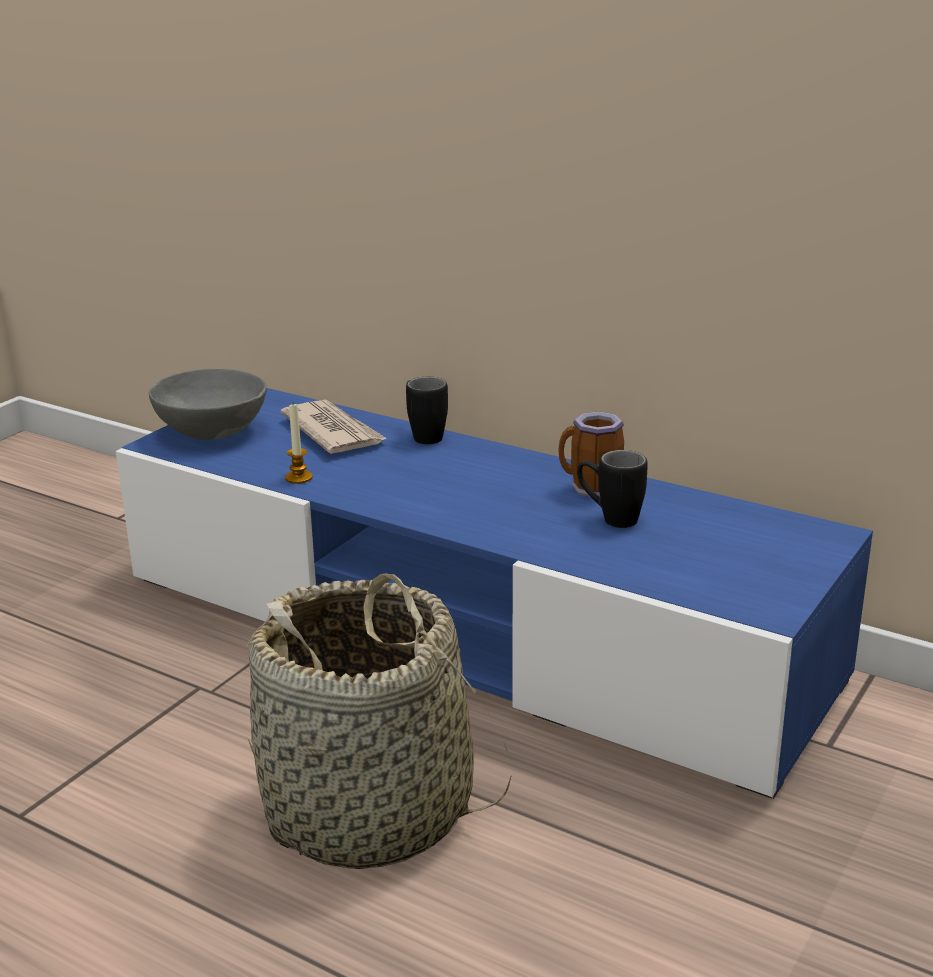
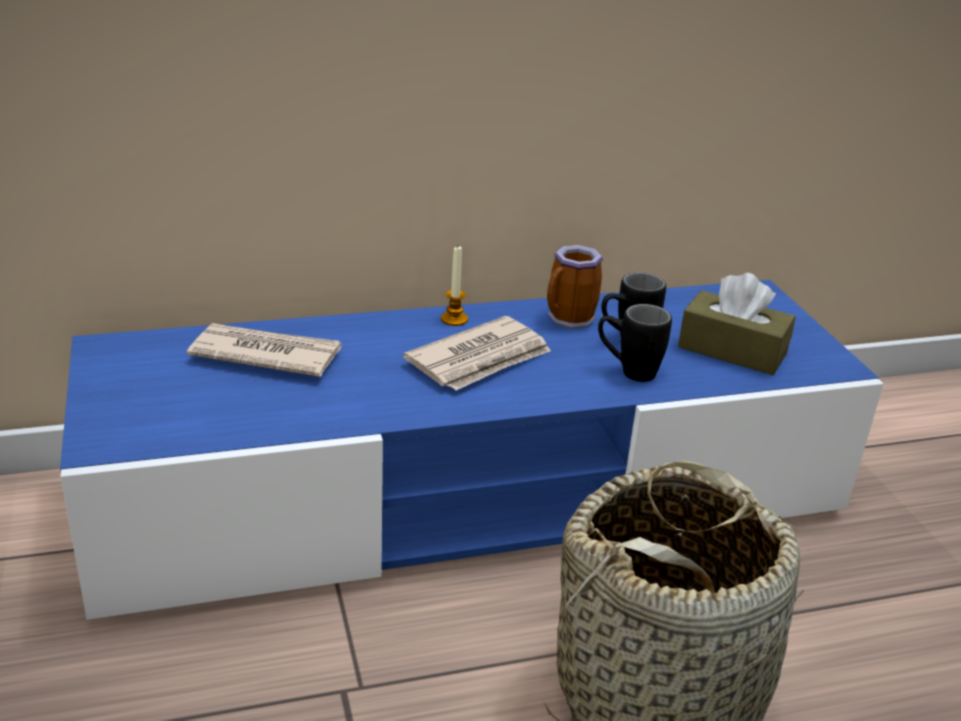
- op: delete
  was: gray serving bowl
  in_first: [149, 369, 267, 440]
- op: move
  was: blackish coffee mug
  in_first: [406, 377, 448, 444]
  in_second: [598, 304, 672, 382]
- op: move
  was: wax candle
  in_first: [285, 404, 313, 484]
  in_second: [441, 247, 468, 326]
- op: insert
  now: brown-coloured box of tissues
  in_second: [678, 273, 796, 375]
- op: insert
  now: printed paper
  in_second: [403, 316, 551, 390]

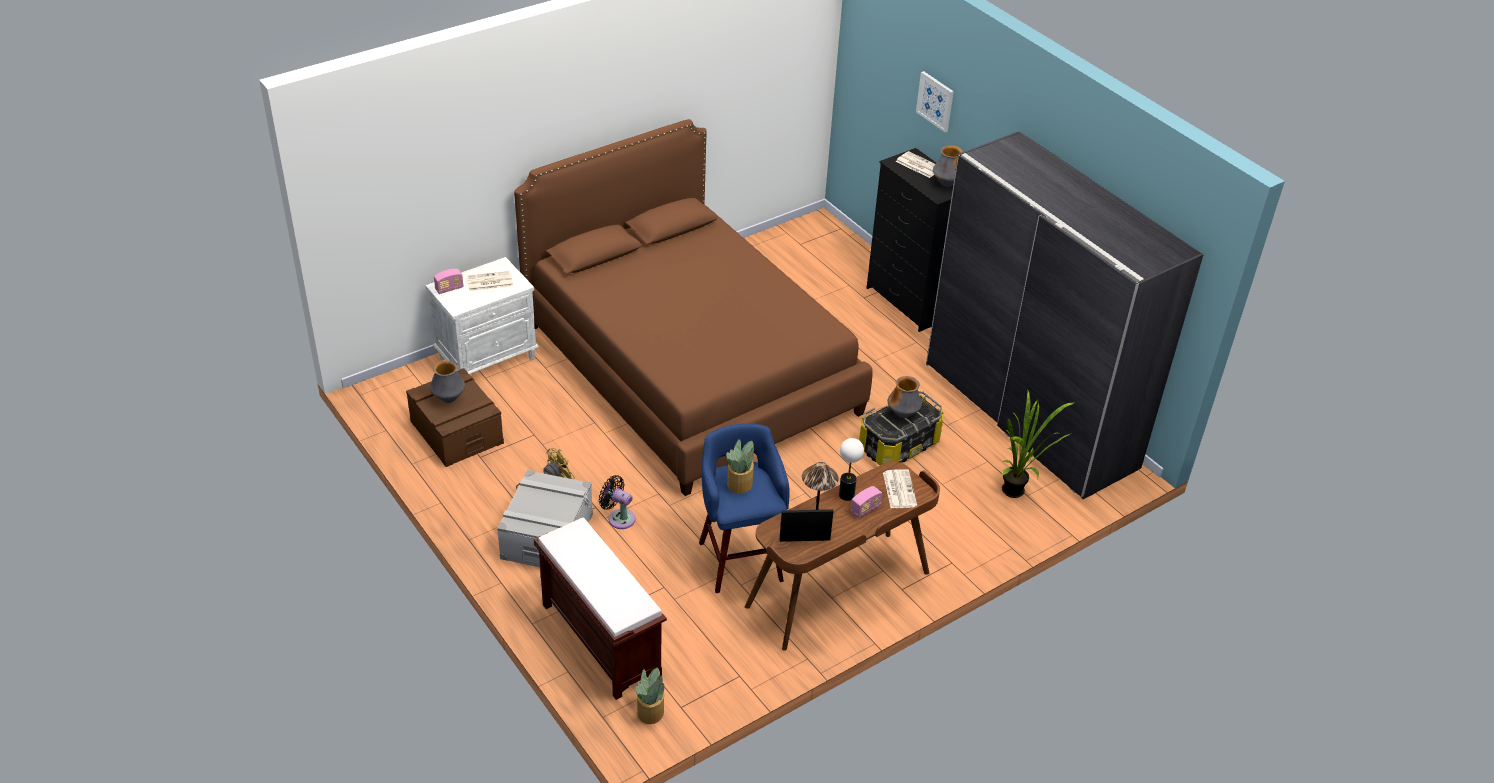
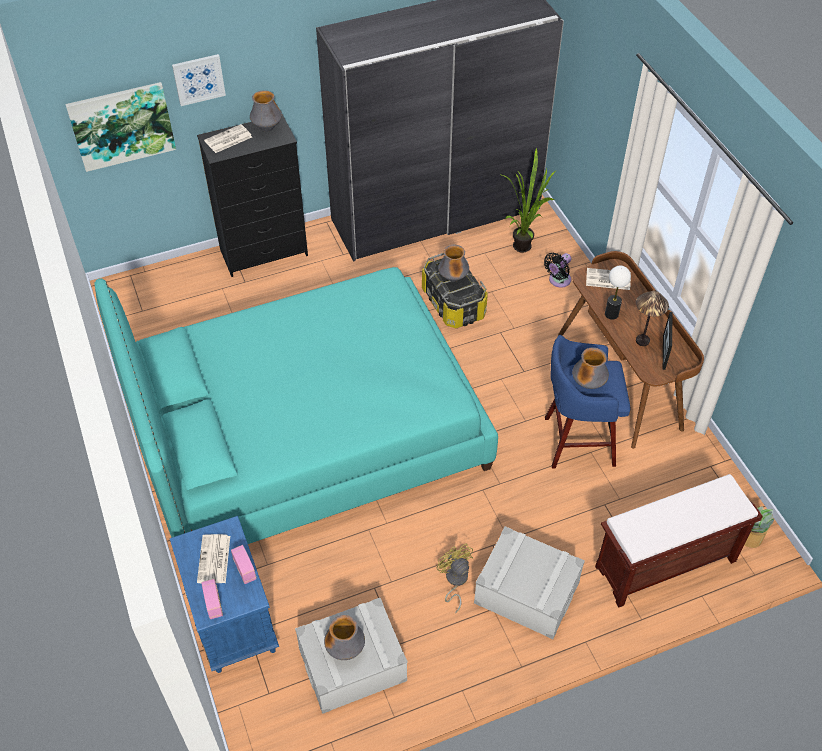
- op: recolor
  was: brown-coloured sleeping bed
  now: blue-green sleeping bed
  in_first: [514, 119, 873, 496]
  in_second: [94, 267, 498, 544]
- op: recolor
  was: white-coloured night table
  now: bluish night table
  in_first: [426, 257, 539, 374]
  in_second: [170, 516, 279, 673]
- op: recolor
  was: brown-coloured storage container
  now: gray storage container
  in_first: [406, 368, 504, 467]
  in_second: [295, 598, 407, 714]
- op: replace
  was: plant in a pot
  now: decorative vase
  in_first: [726, 440, 754, 494]
  in_second: [572, 347, 609, 389]
- op: move
  was: blackish cooling fan
  in_first: [599, 475, 636, 529]
  in_second: [544, 252, 571, 287]
- op: move
  was: radio
  in_first: [851, 486, 882, 519]
  in_second: [231, 545, 256, 584]
- op: insert
  now: wall picture
  in_second: [65, 82, 176, 172]

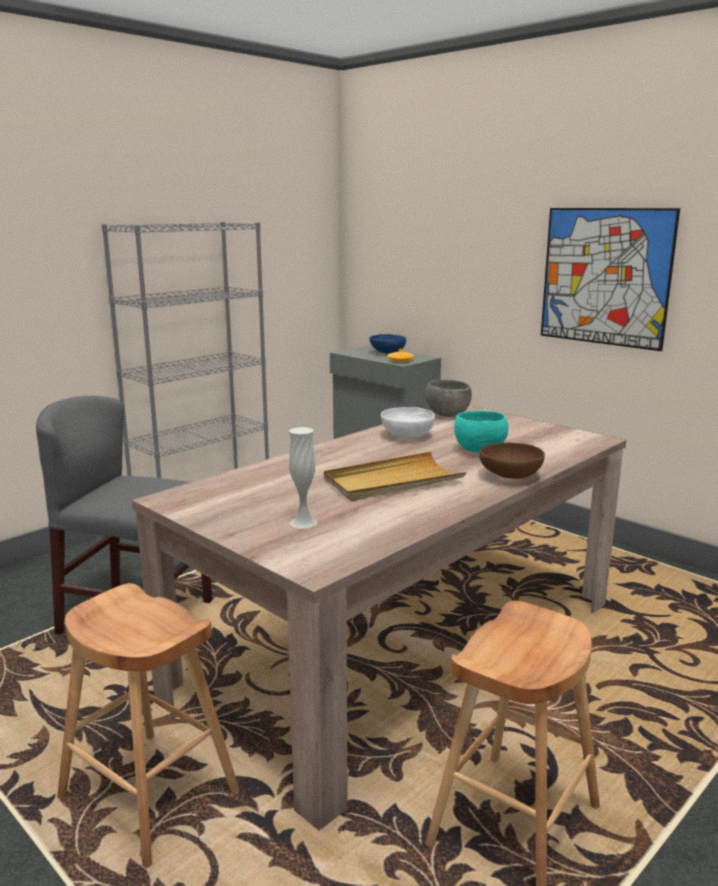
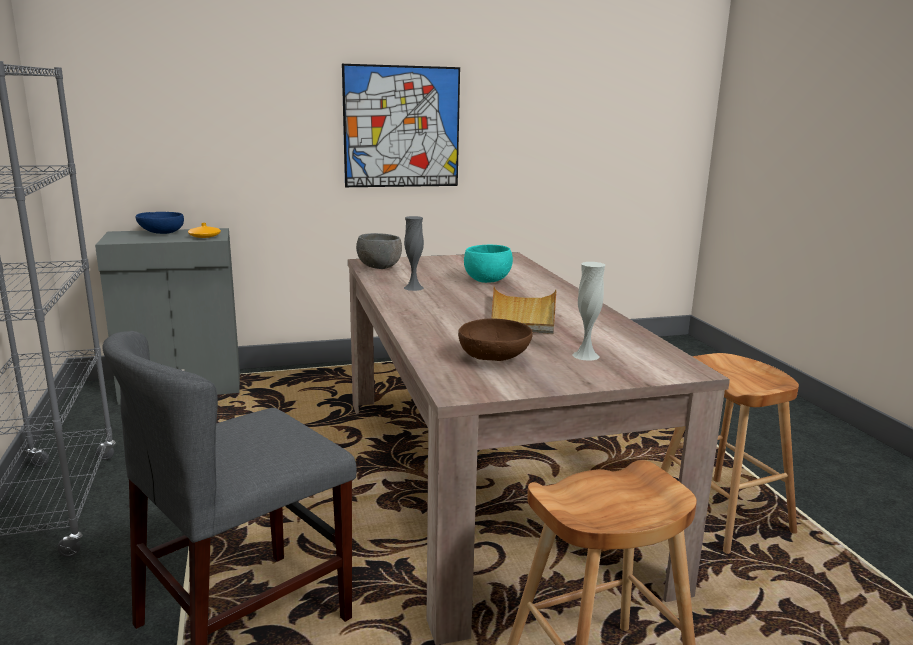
- op: replace
  was: white-coloured serving bowl
  now: gray decorative vase
  in_first: [381, 407, 435, 439]
  in_second: [404, 216, 424, 291]
- op: move
  was: brown-coloured serving bowl
  in_first: [480, 443, 545, 479]
  in_second: [458, 318, 533, 361]

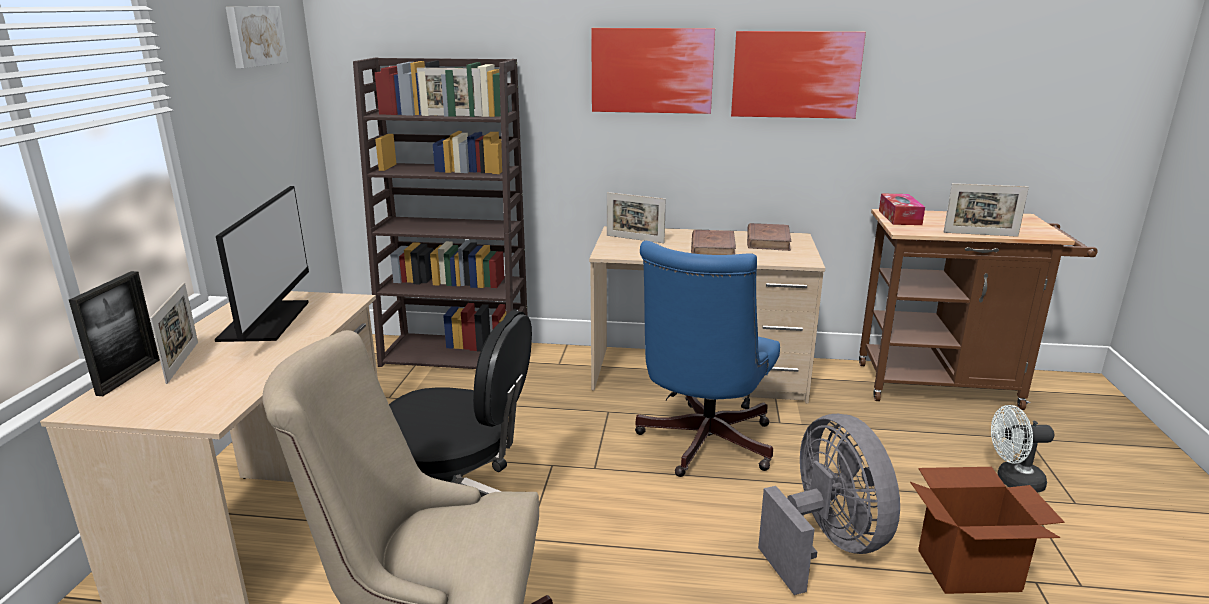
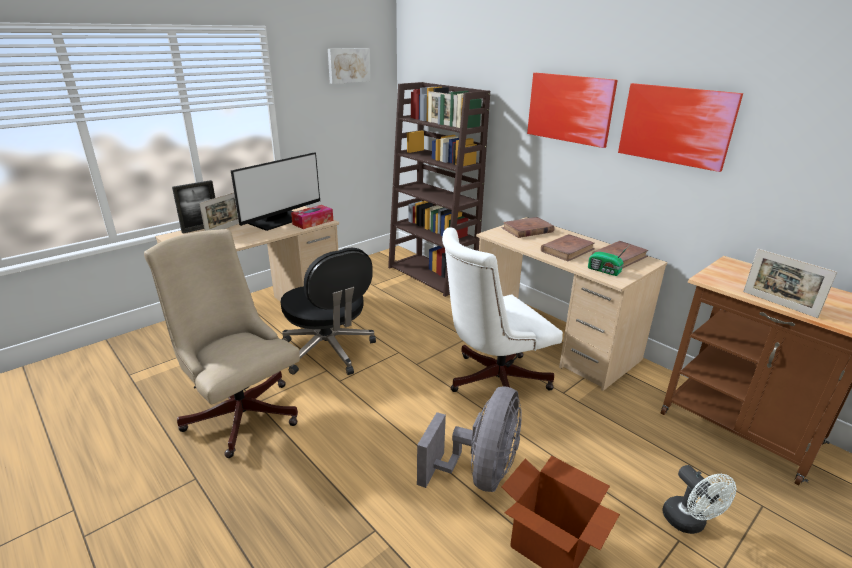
- op: replace
  was: photo frame
  now: brown-coloured bound book
  in_first: [607, 192, 666, 243]
  in_second: [502, 217, 555, 238]
- op: move
  was: box of tissues
  in_first: [879, 194, 925, 225]
  in_second: [291, 205, 333, 229]
- op: recolor
  was: bluish computer chair
  now: white-coloured computer chair
  in_first: [635, 241, 780, 477]
  in_second: [442, 227, 563, 392]
- op: rotate
  was: white-coloured cooling fan
  in_first: [991, 405, 1054, 493]
  in_second: [662, 465, 736, 534]
  clockwise: -150
- op: insert
  now: radio
  in_second: [588, 246, 629, 276]

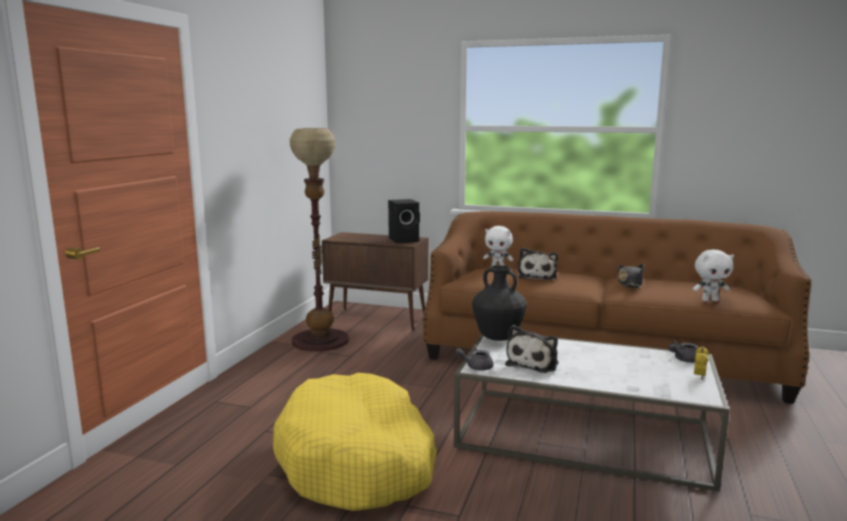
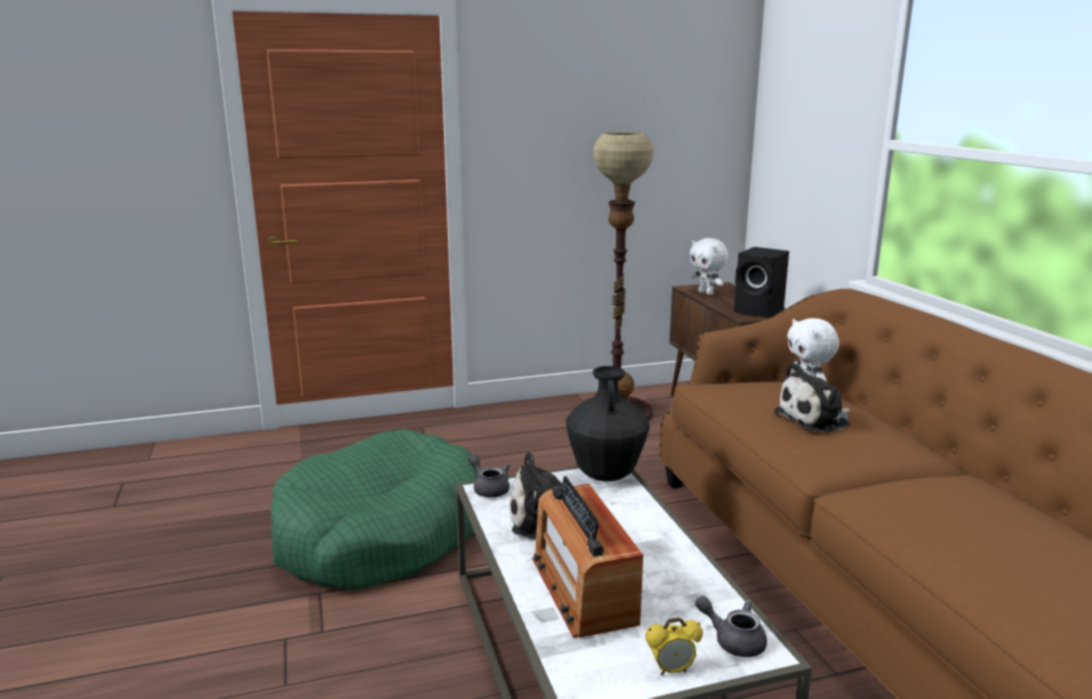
- op: move
  was: white-coloured soft toy
  in_first: [693, 249, 734, 301]
  in_second: [689, 238, 728, 295]
- op: delete
  was: blackish wearable hat
  in_first: [617, 264, 645, 288]
- op: recolor
  was: yellow pet bed
  now: greenish pet bed
  in_first: [273, 373, 437, 511]
  in_second: [271, 429, 477, 590]
- op: insert
  now: radio
  in_second: [532, 476, 643, 638]

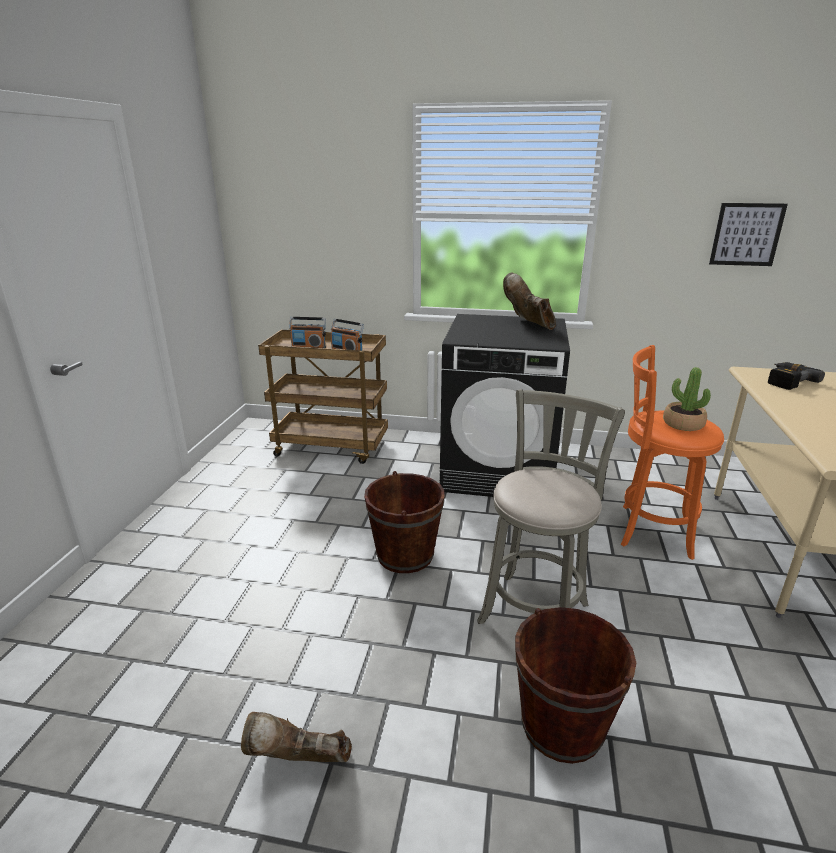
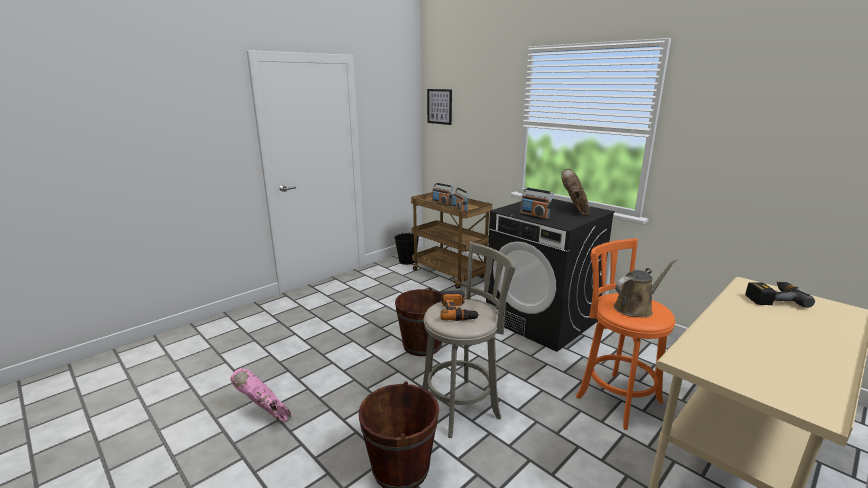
- op: move
  was: wall picture
  in_first: [709, 203, 788, 266]
  in_second: [427, 89, 452, 125]
- op: replace
  was: plant in a pot
  now: brown-coloured sprinkling can
  in_first: [663, 367, 711, 431]
  in_second: [614, 259, 678, 318]
- op: recolor
  was: brown-coloured boot
  now: pink-coloured boot
  in_first: [241, 712, 352, 762]
  in_second: [231, 368, 292, 422]
- op: insert
  now: radio
  in_second: [520, 187, 554, 220]
- op: insert
  now: blackish bucket
  in_second: [394, 232, 419, 265]
- op: insert
  now: power drill
  in_second: [440, 290, 480, 321]

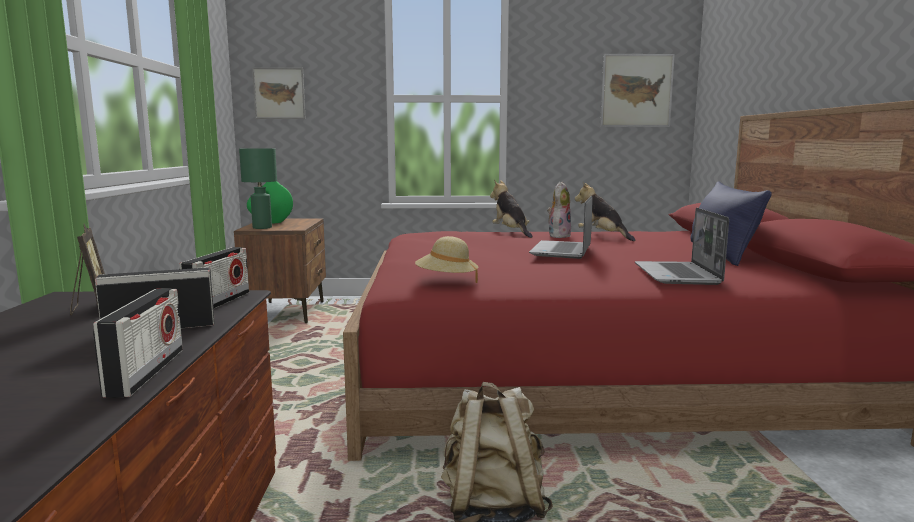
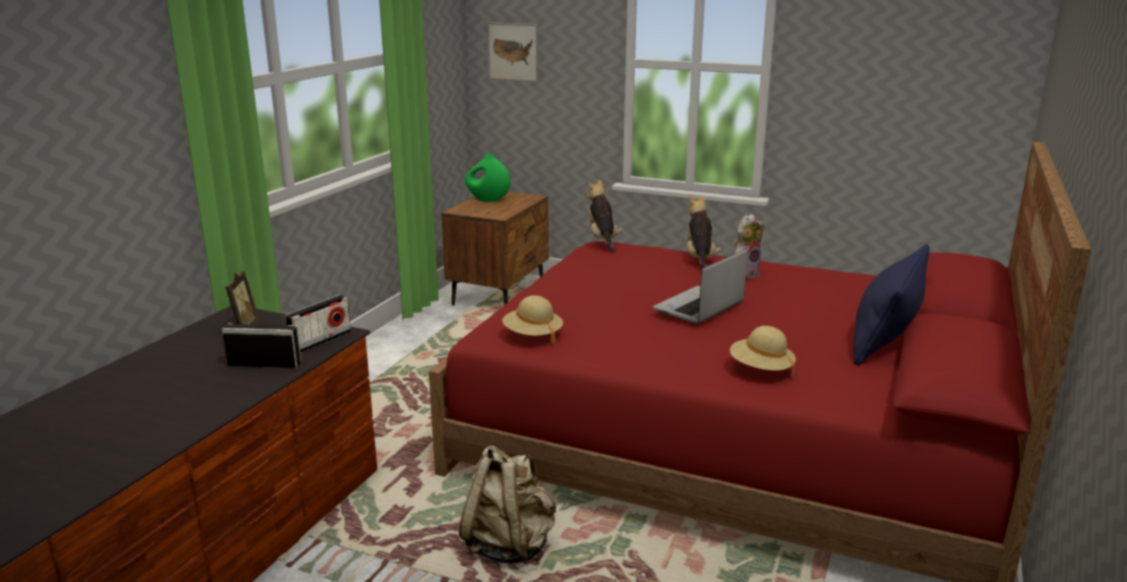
- op: delete
  was: wall picture
  in_first: [600, 54, 675, 127]
- op: delete
  was: greenish lamp for a table
  in_first: [239, 148, 277, 229]
- op: move
  was: soft toy
  in_first: [575, 183, 635, 241]
  in_second: [587, 180, 622, 253]
- op: replace
  was: notebook computer
  now: beige-coloured wearable hat
  in_first: [635, 208, 729, 285]
  in_second: [730, 326, 796, 378]
- op: delete
  was: radio
  in_first: [93, 288, 183, 398]

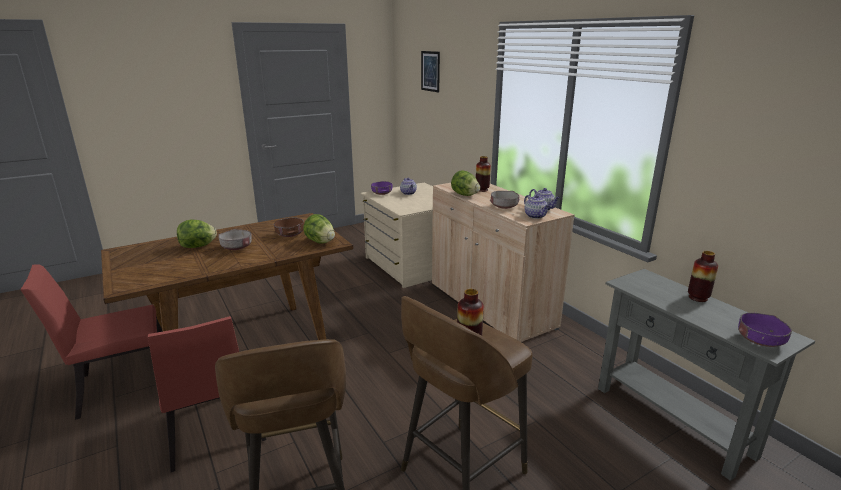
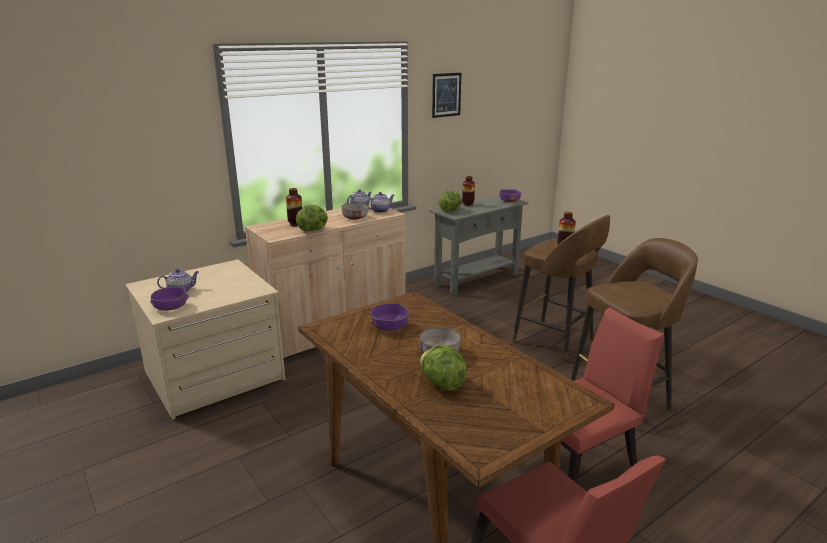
- op: move
  was: wall picture
  in_first: [421, 51, 440, 92]
  in_second: [432, 73, 461, 118]
- op: move
  was: head of lettuce
  in_first: [303, 214, 335, 243]
  in_second: [438, 191, 462, 212]
- op: recolor
  was: brown-coloured serving bowl
  now: purplish serving bowl
  in_first: [274, 218, 304, 237]
  in_second: [370, 303, 409, 331]

